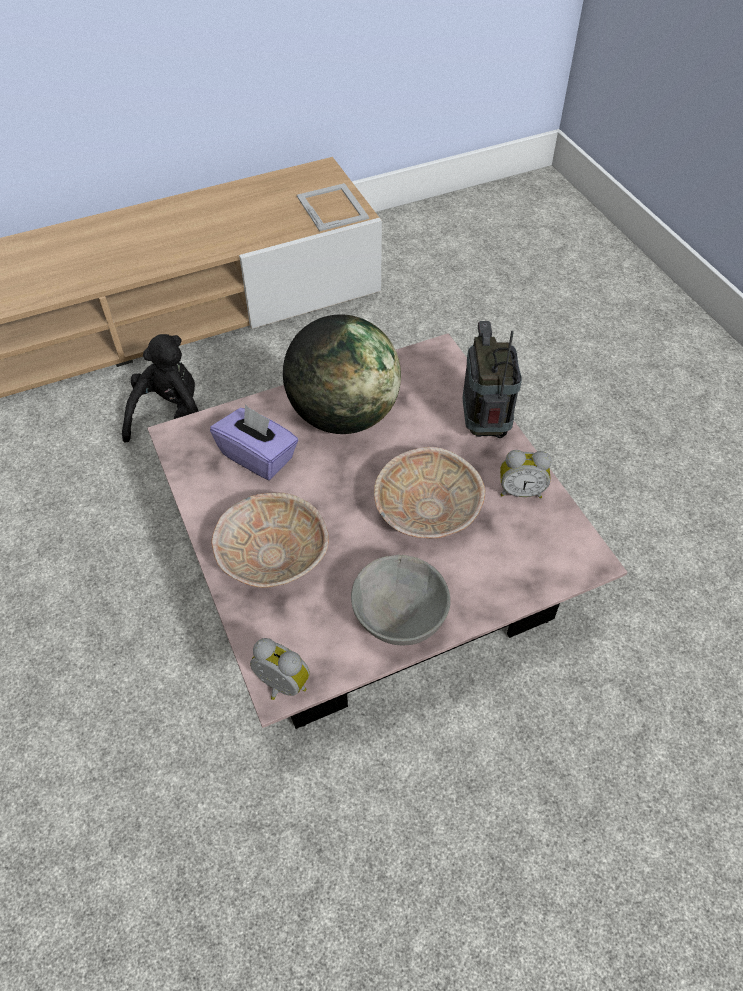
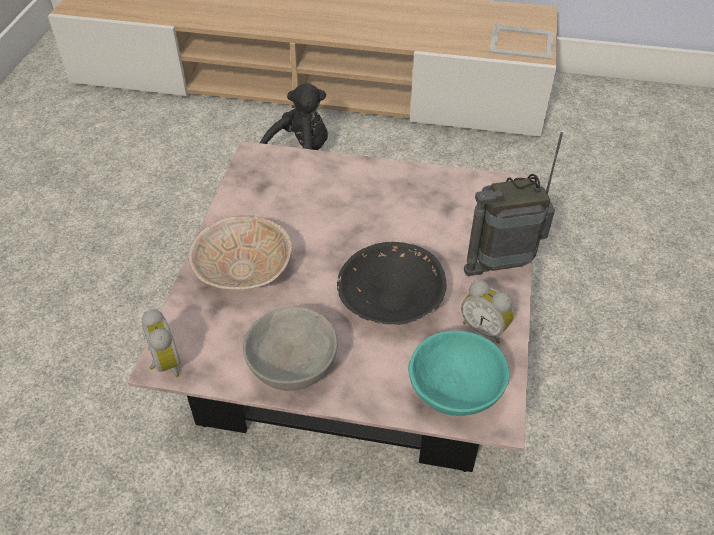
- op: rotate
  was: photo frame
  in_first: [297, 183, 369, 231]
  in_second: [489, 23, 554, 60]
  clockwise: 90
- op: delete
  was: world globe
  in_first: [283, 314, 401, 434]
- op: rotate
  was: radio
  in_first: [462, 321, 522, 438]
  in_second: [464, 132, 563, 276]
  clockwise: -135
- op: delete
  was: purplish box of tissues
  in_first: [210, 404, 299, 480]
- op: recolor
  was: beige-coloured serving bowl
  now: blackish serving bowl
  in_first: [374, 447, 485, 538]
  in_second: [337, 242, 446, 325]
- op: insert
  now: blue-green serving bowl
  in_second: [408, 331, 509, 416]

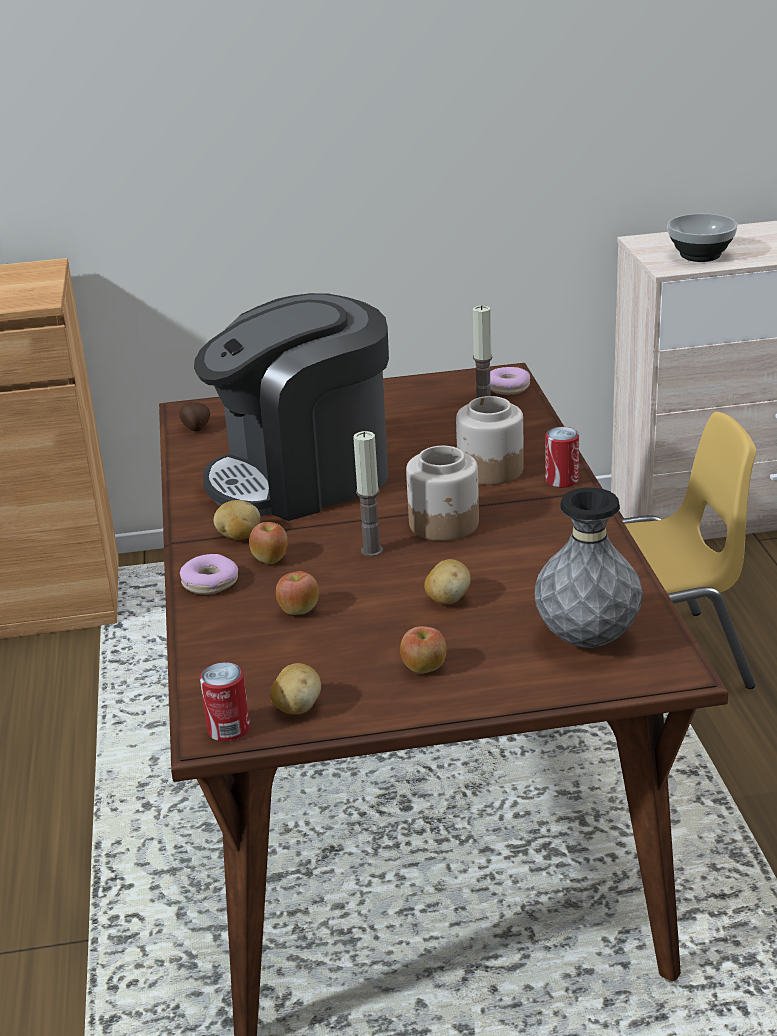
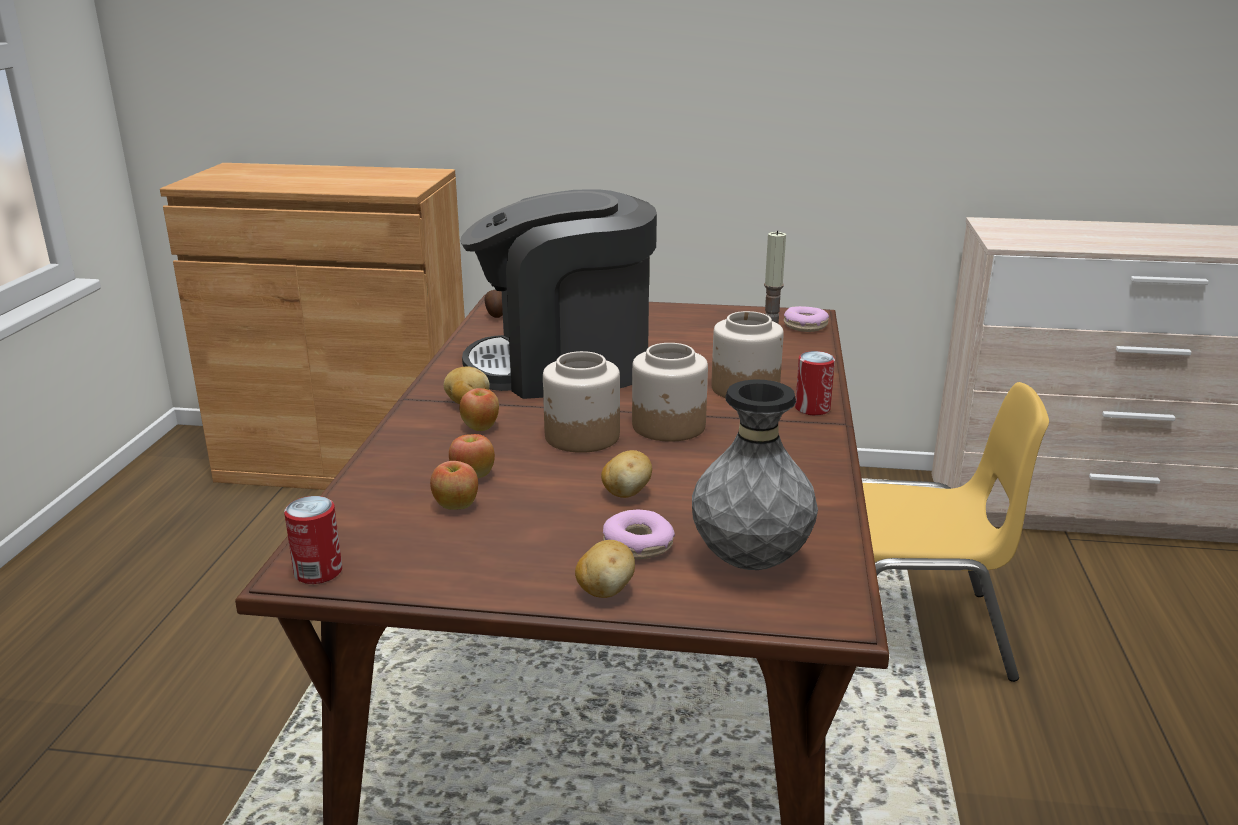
- op: delete
  was: serving bowl
  in_first: [667, 214, 738, 262]
- op: replace
  was: wax candle
  now: preserve jar
  in_first: [353, 431, 383, 557]
  in_second: [543, 351, 620, 453]
- op: move
  was: donut
  in_first: [180, 554, 238, 595]
  in_second: [603, 510, 675, 560]
- op: move
  was: whole apple
  in_first: [400, 626, 447, 674]
  in_second: [430, 461, 478, 510]
- op: move
  was: whole potato
  in_first: [270, 663, 321, 715]
  in_second: [575, 540, 635, 598]

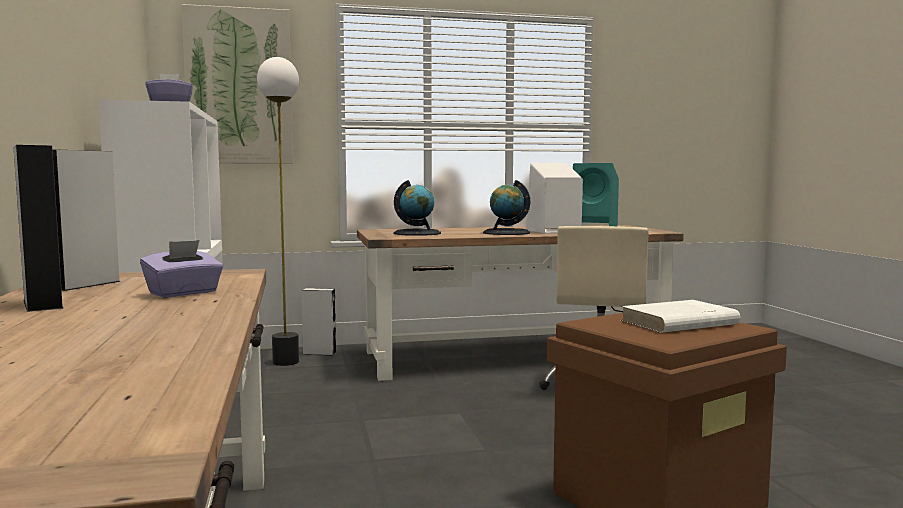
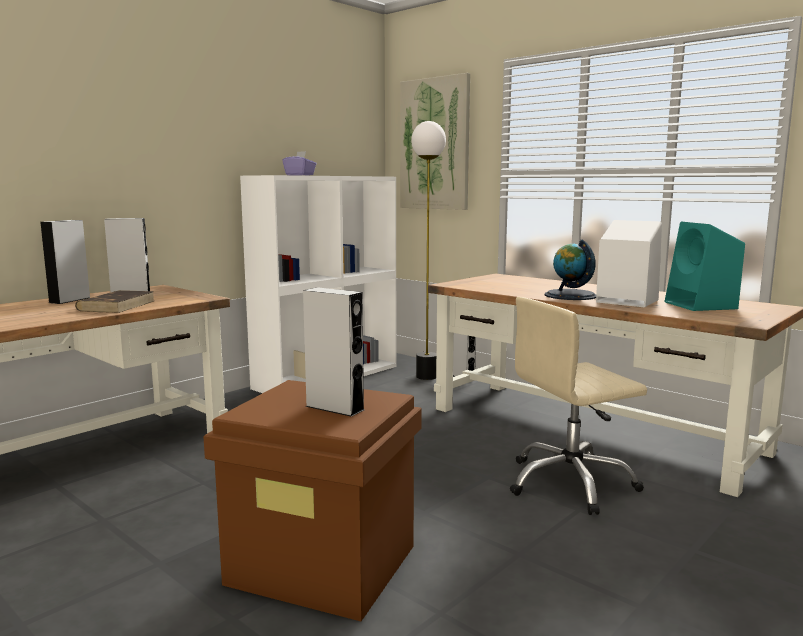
- op: delete
  was: world globe
  in_first: [393, 180, 441, 236]
- op: replace
  was: purplish box of tissues
  now: brown-coloured bound book
  in_first: [140, 240, 223, 297]
  in_second: [75, 290, 154, 313]
- op: replace
  was: white-coloured bound book
  now: gray loudspeaker
  in_first: [621, 300, 741, 333]
  in_second: [303, 287, 364, 417]

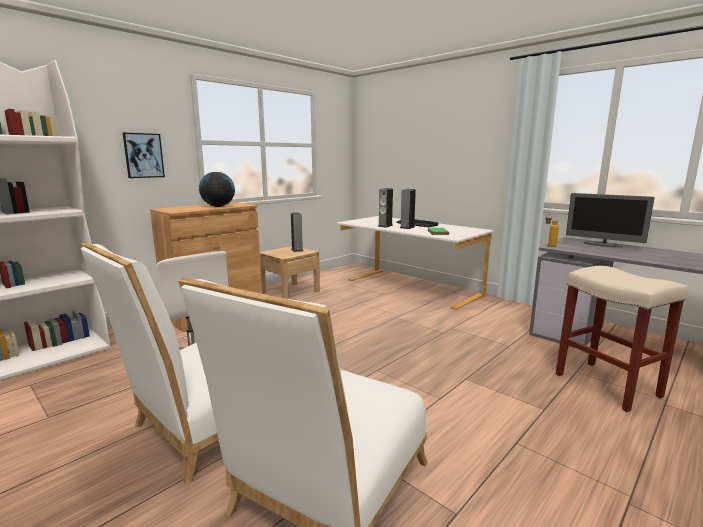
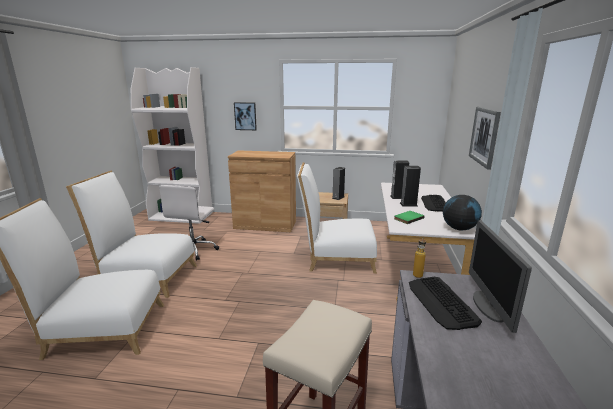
- op: move
  was: world globe
  in_first: [199, 172, 235, 207]
  in_second: [443, 195, 482, 231]
- op: insert
  now: wall picture
  in_second: [469, 107, 501, 170]
- op: insert
  now: white-coloured chair
  in_second: [297, 162, 377, 274]
- op: insert
  now: computer keyboard
  in_second: [409, 277, 482, 330]

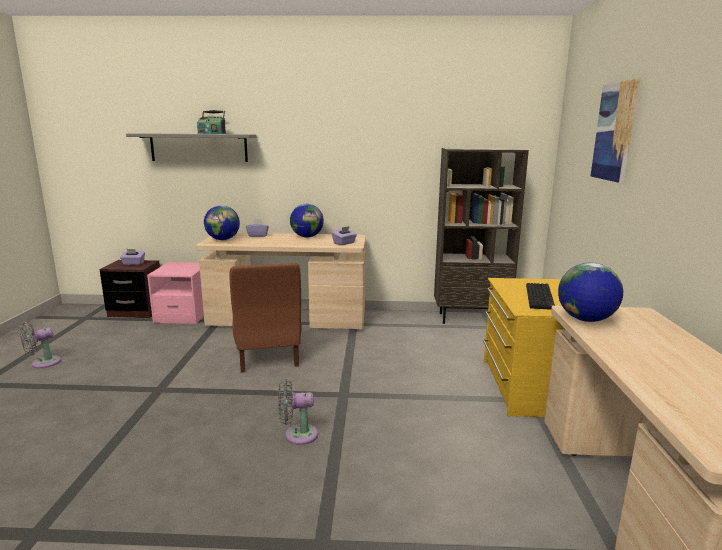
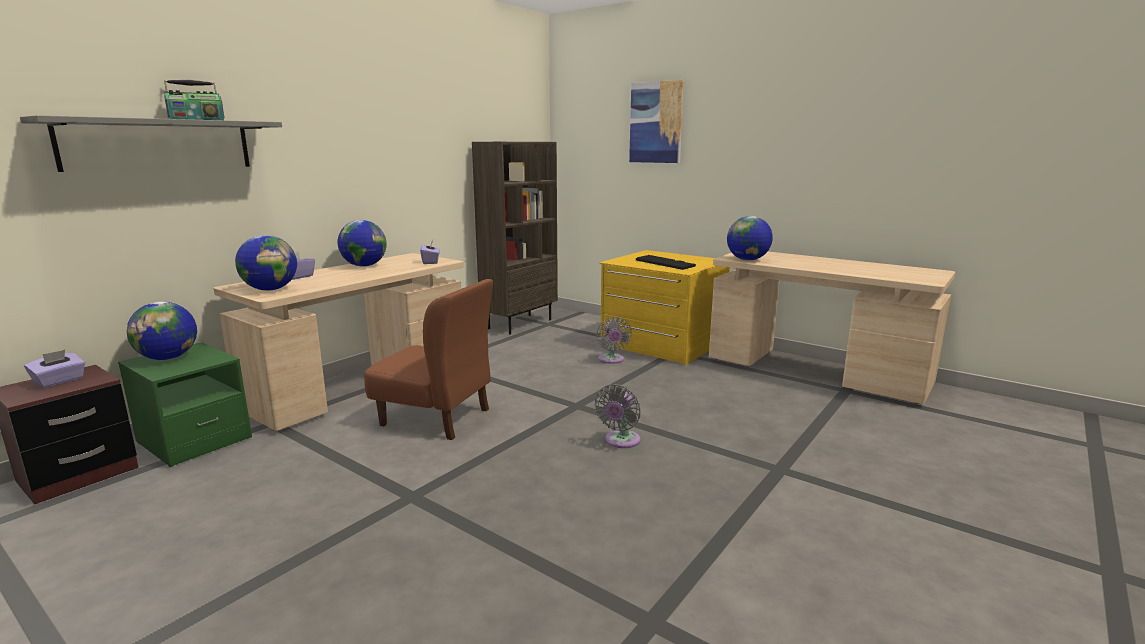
- op: recolor
  was: pink-coloured night table
  now: greenish night table
  in_first: [147, 262, 204, 324]
  in_second: [118, 342, 252, 467]
- op: move
  was: gray cooling fan
  in_first: [19, 321, 61, 368]
  in_second: [596, 317, 632, 364]
- op: insert
  now: world globe
  in_second: [127, 302, 197, 360]

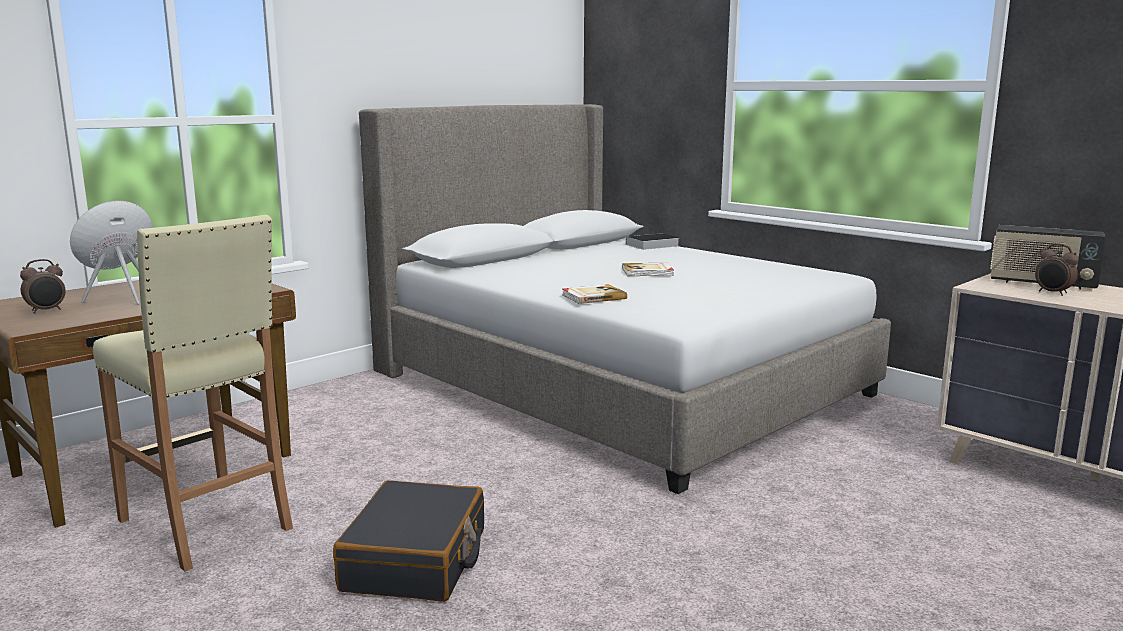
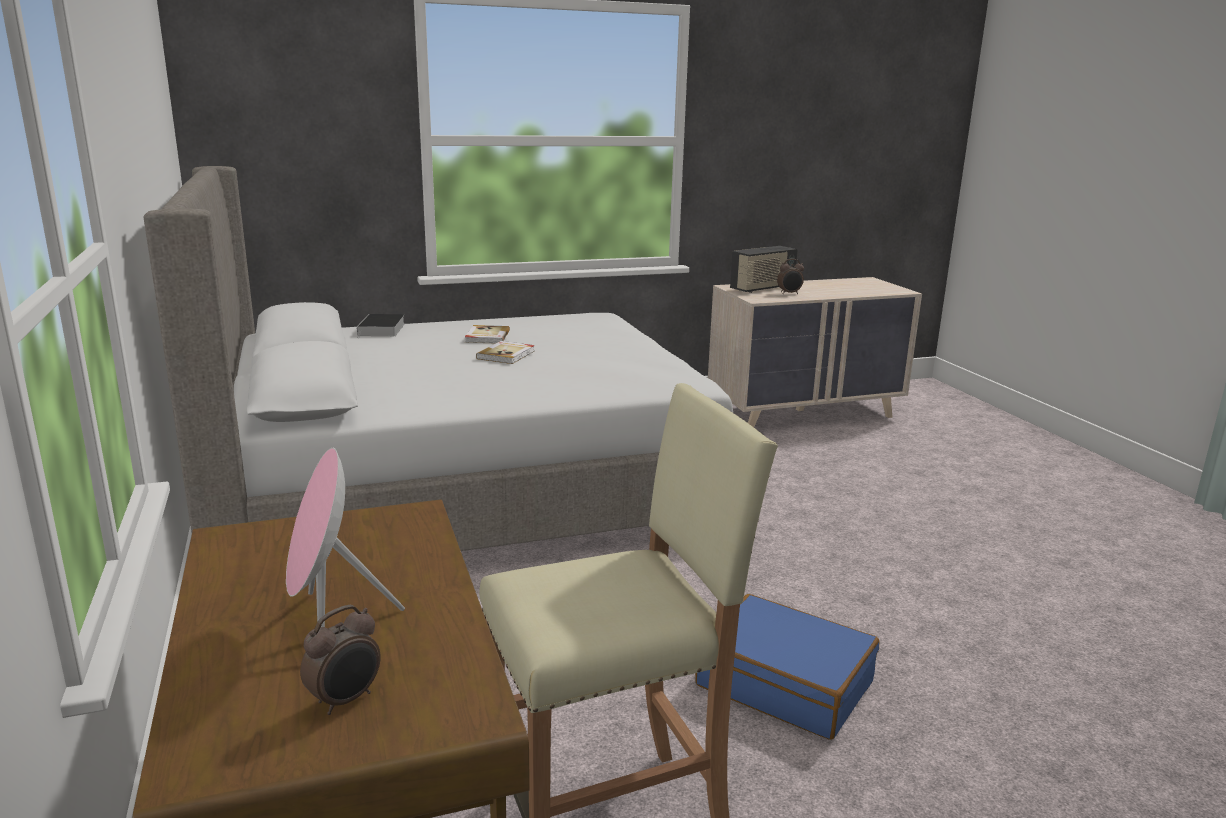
- op: rotate
  was: table clock
  in_first: [20, 259, 66, 314]
  in_second: [300, 605, 381, 715]
  clockwise: 60
- op: move
  was: bound book
  in_first: [562, 284, 627, 304]
  in_second: [465, 325, 510, 344]
- op: recolor
  was: blackish travel case
  now: bluish travel case
  in_first: [333, 480, 484, 602]
  in_second: [695, 594, 879, 740]

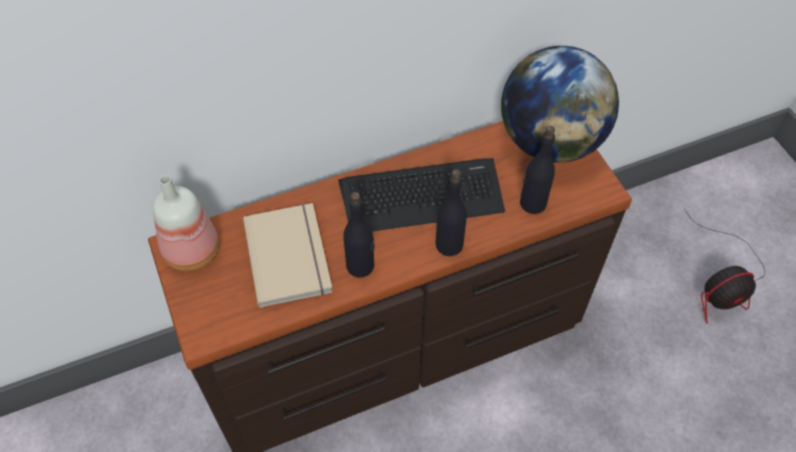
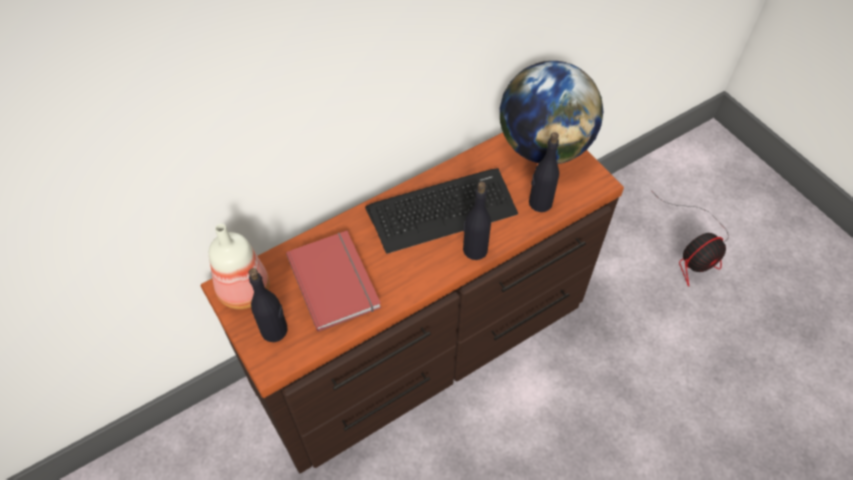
- op: move
  was: blackish beverage bottle
  in_first: [344, 192, 375, 277]
  in_second: [248, 268, 288, 342]
- op: recolor
  was: beige-coloured bound book
  now: red bound book
  in_first: [243, 203, 333, 308]
  in_second: [286, 231, 381, 332]

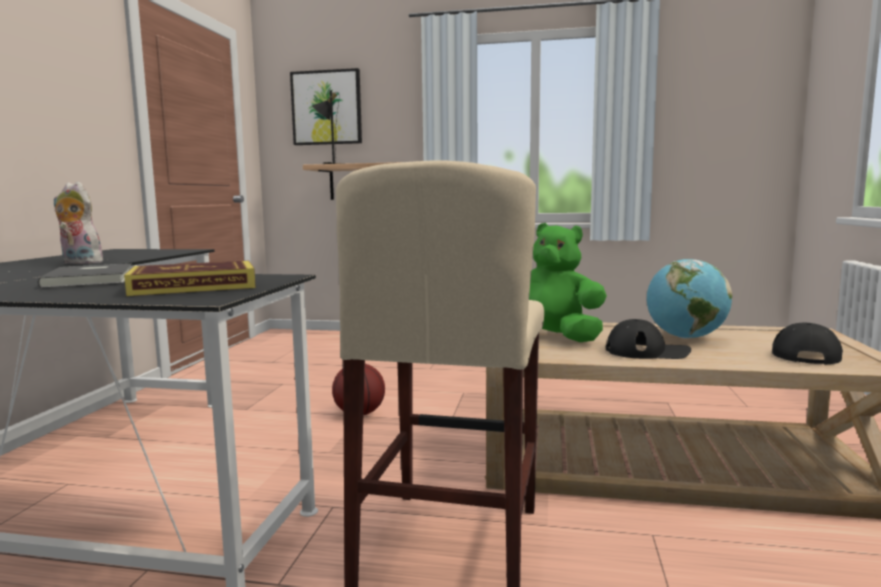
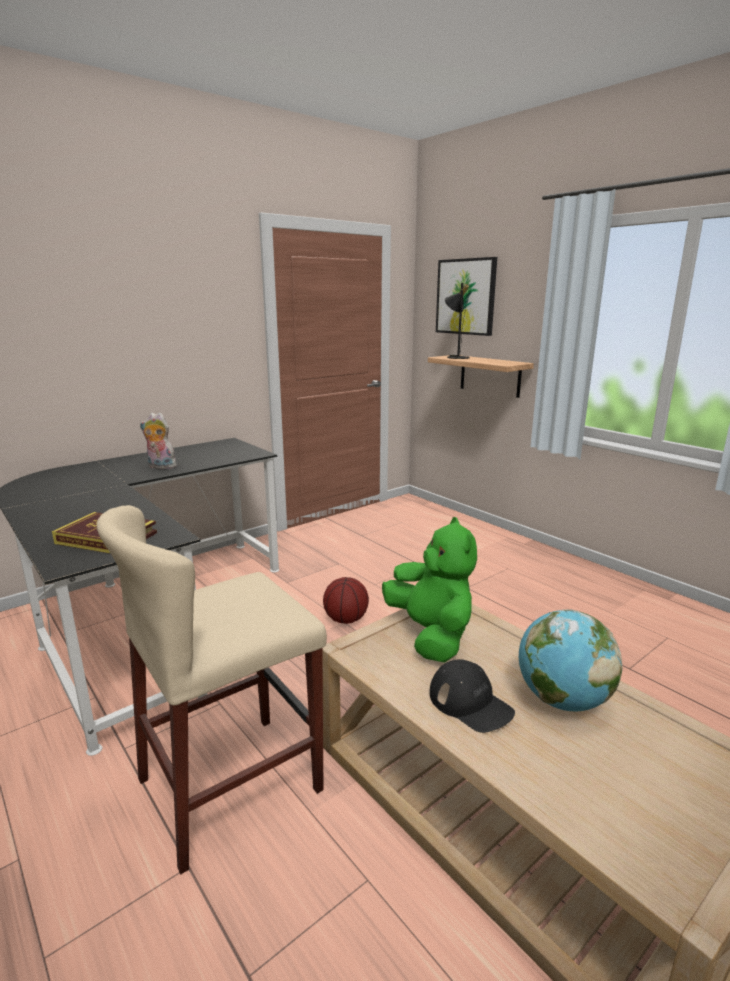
- op: rotate
  was: soft toy
  in_first: [54, 182, 106, 264]
  in_second: [140, 413, 177, 469]
  clockwise: -45
- op: delete
  was: gray bound book
  in_first: [38, 264, 132, 289]
- op: delete
  was: blackish peaked cap
  in_first: [772, 323, 843, 365]

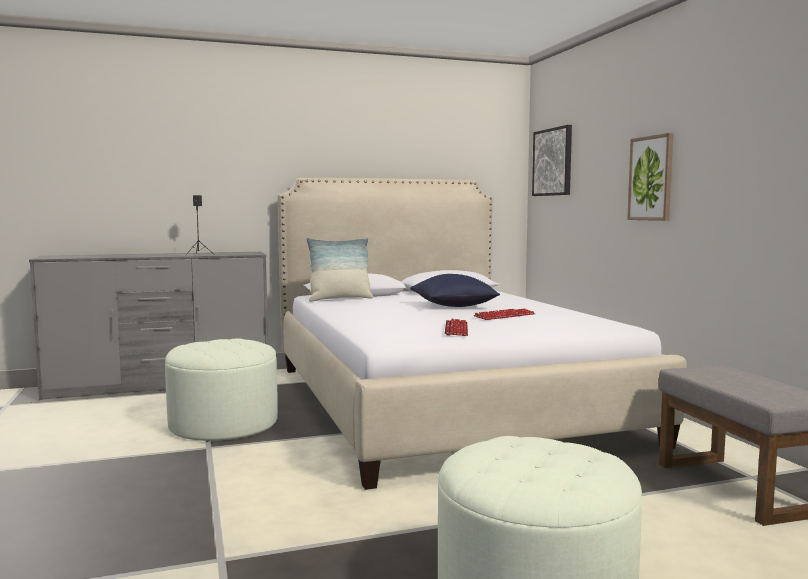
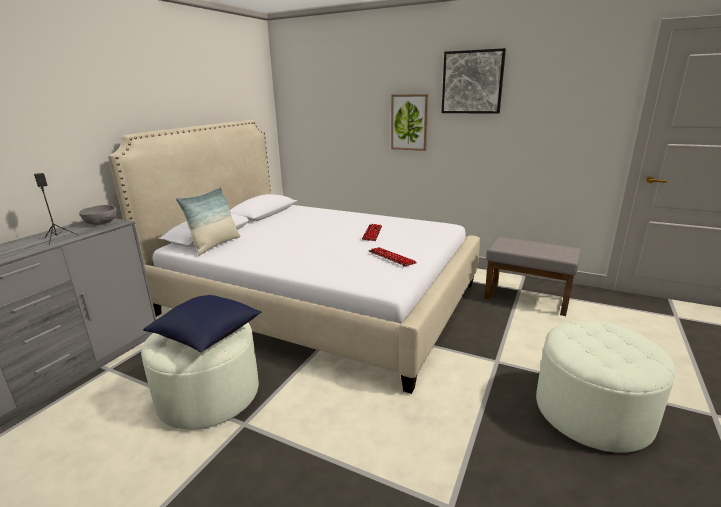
- op: move
  was: wall picture
  in_first: [532, 125, 572, 196]
  in_second: [442, 48, 506, 114]
- op: move
  was: bluish cushion
  in_first: [410, 274, 500, 307]
  in_second: [143, 295, 262, 352]
- op: insert
  now: gray serving bowl
  in_second: [79, 205, 117, 225]

